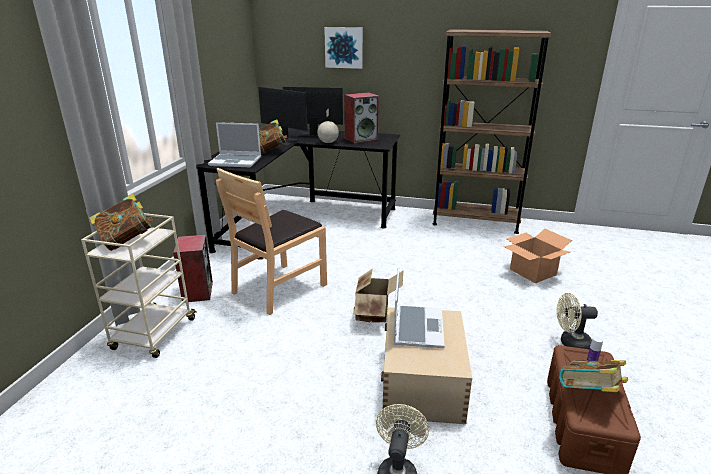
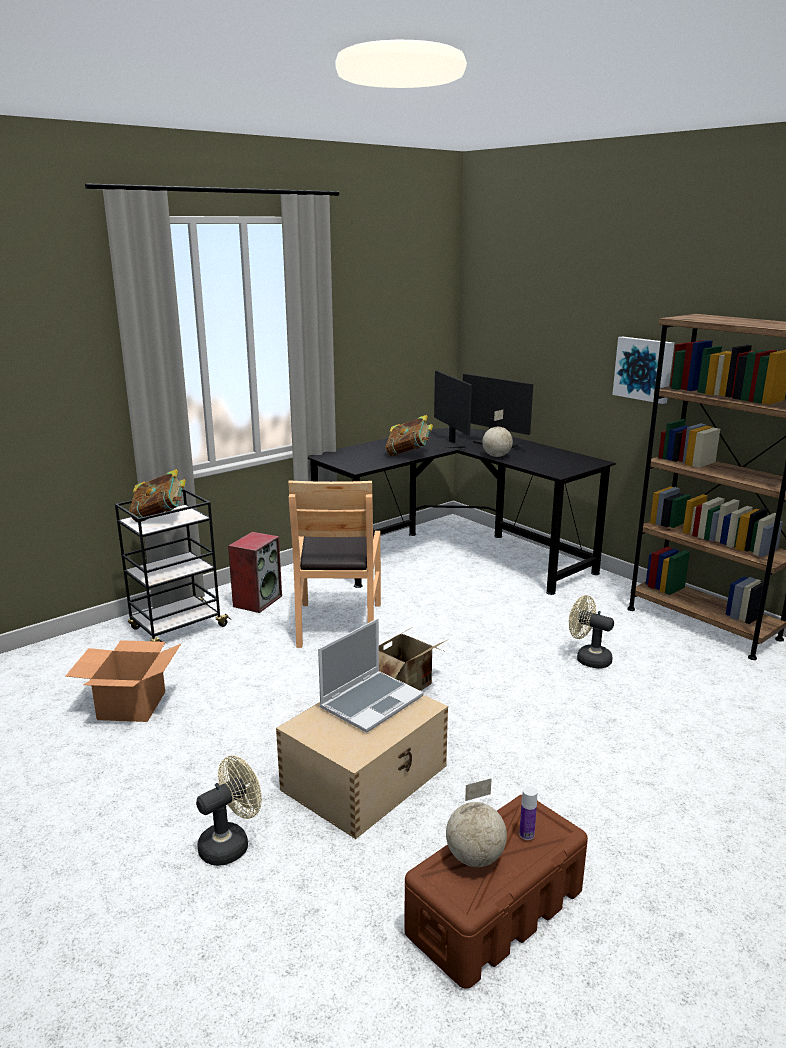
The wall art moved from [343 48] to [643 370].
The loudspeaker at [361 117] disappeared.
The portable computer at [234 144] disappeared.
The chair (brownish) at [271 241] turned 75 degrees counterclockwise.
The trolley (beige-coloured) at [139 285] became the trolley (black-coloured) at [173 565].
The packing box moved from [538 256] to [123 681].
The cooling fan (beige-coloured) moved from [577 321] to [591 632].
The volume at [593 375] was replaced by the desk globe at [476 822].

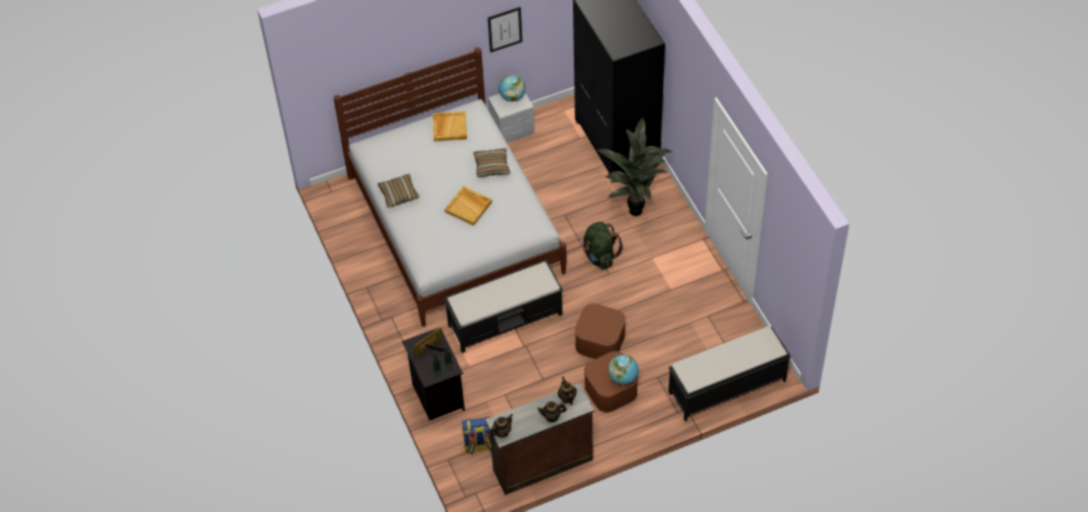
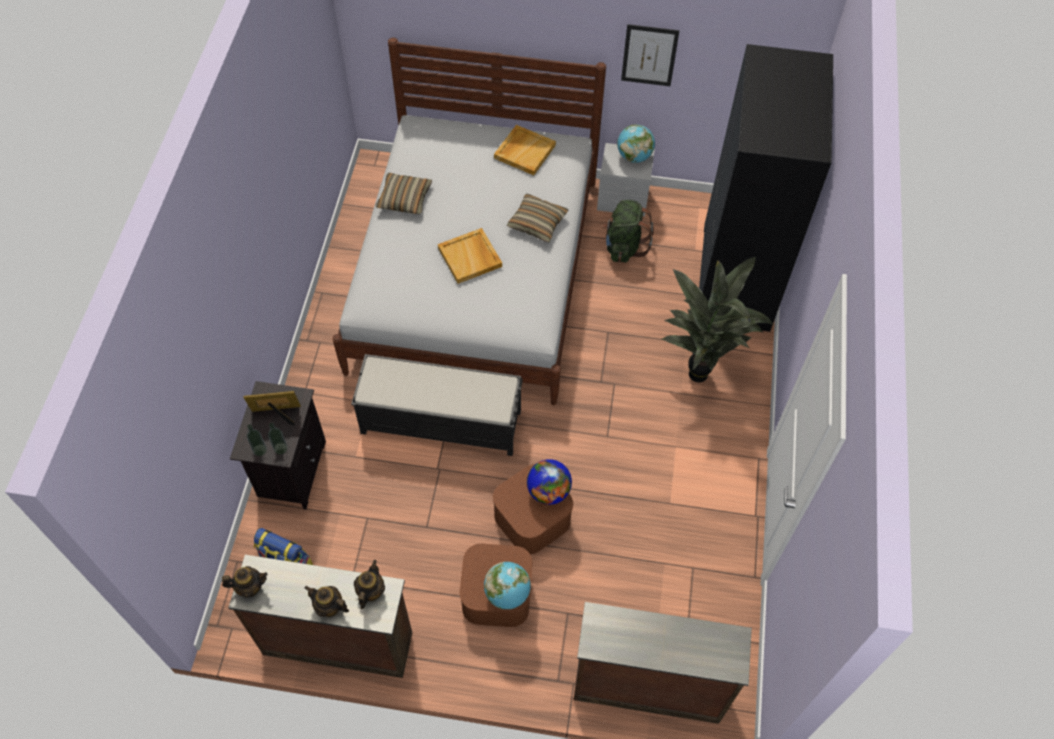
The knapsack (green-coloured) moved from [603 246] to [628 231].
The indoor bench (black-coloured) at [729 374] was replaced by the chest of drawers (brownish) at [663 663].
The desk globe at [549 482] appeared.

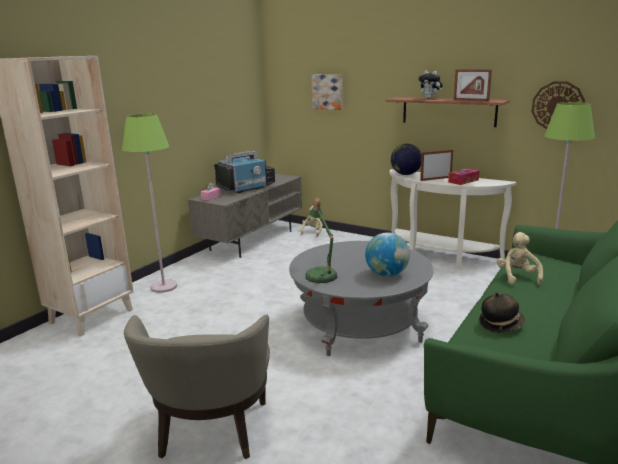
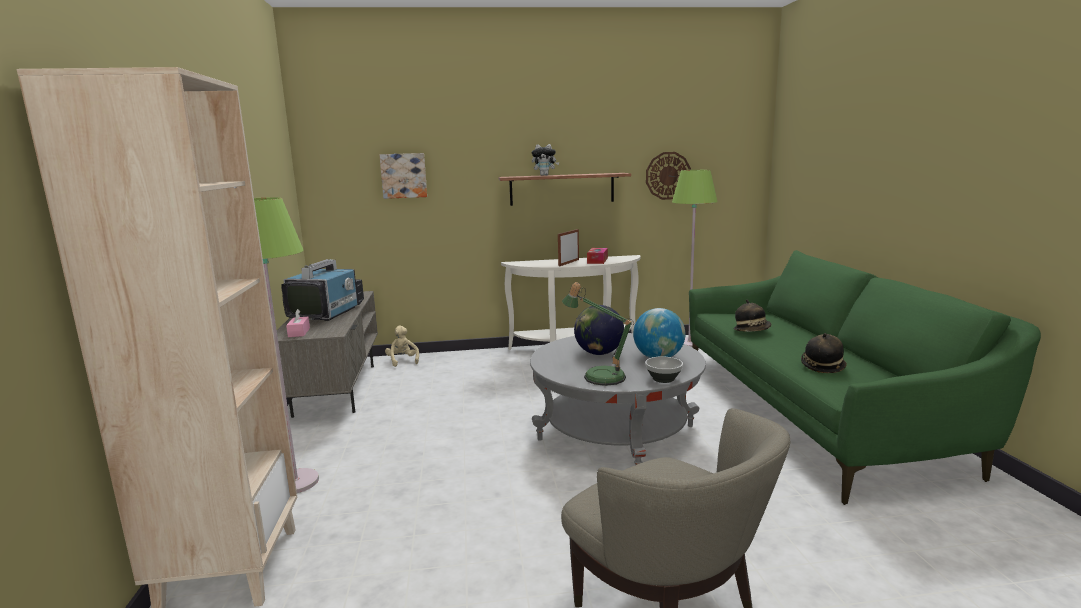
The photo frame at [473 85] disappeared.
The desk globe moved from [406 159] to [599 330].
The cuddly toy (beige-coloured) at [520 258] was replaced by the clothing hat at [752 315].
The bowl at [664 369] appeared.

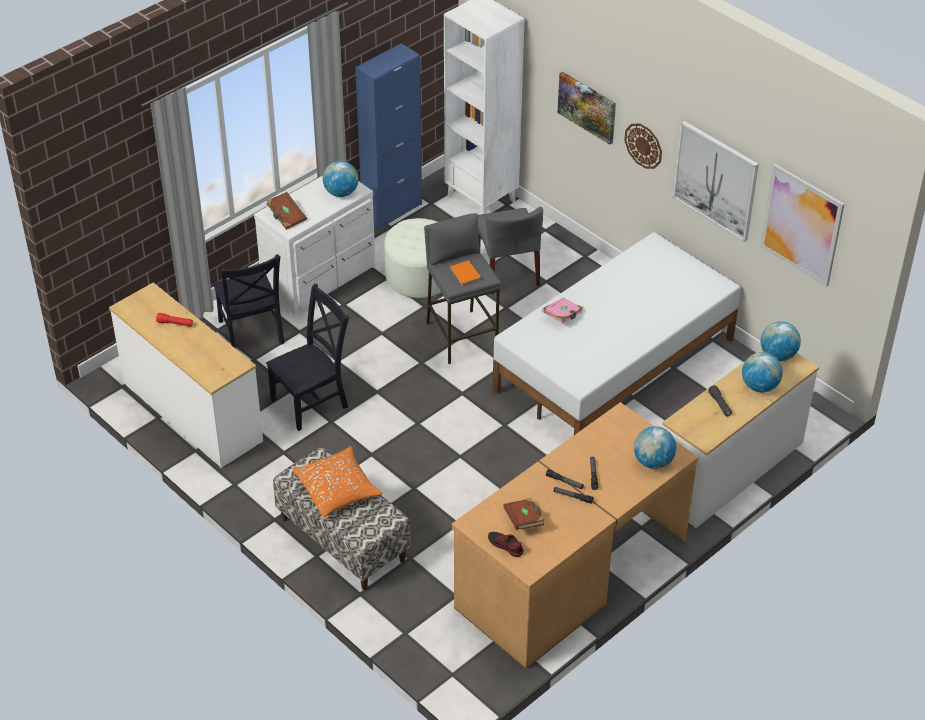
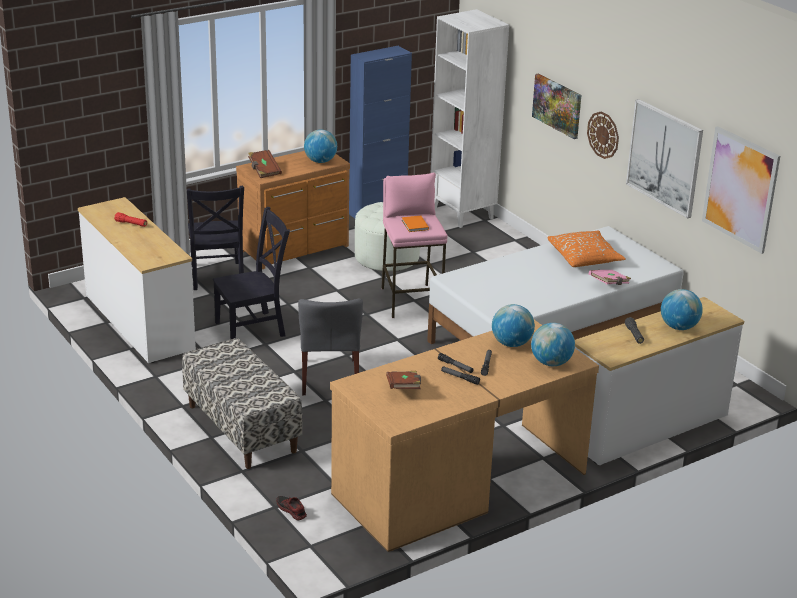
The chest of drawers (white-coloured) at [315 245] became the chest of drawers (brownish) at [293 210].
The chair (gray) moved from [510 250] to [330 346].
The stool (gray) at [462 288] became the stool (pinkish) at [414 245].
The volume (pinkish) moved from [563 310] to [610 277].
The desk globe moved from [781 341] to [513 325].
The pillow (orange) moved from [338 481] to [586 249].
The low shoe moved from [506 544] to [291 508].

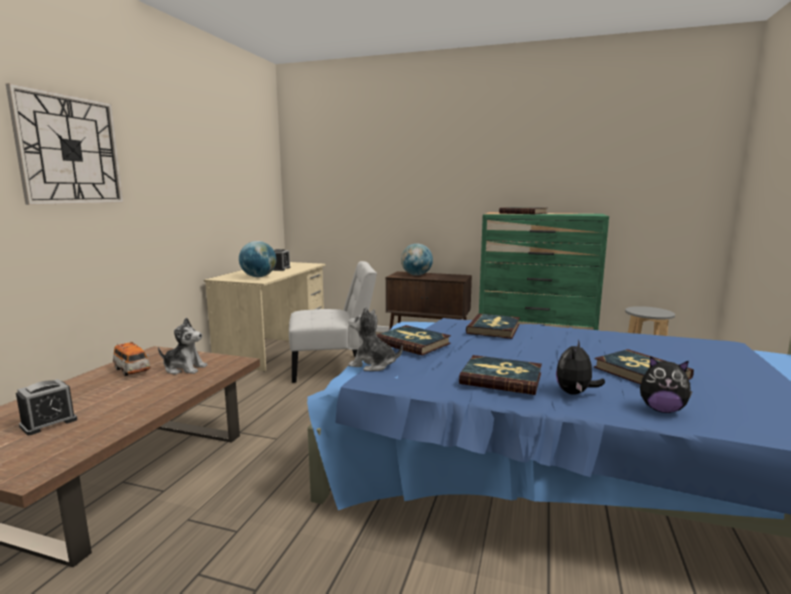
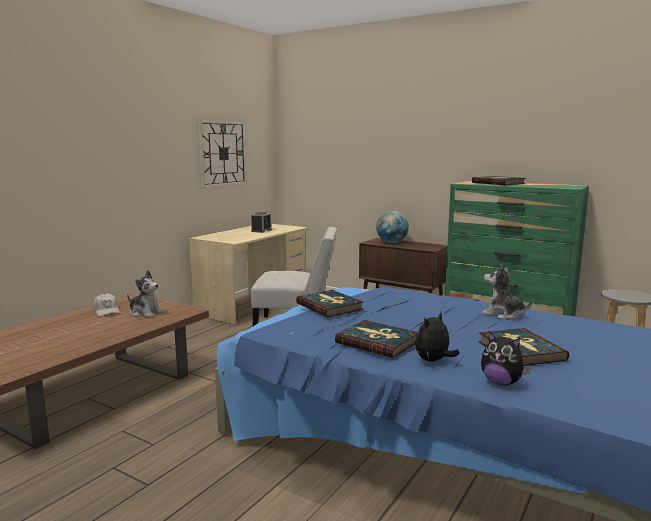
The wall clock moved from [64 144] to [222 154].
The desk globe at [257 259] disappeared.
The cuddly toy moved from [375 338] to [507 292].
The volume at [493 326] disappeared.
The model car at [132 358] was replaced by the cap (white-coloured) at [106 304].
The bedside clock at [46 407] disappeared.

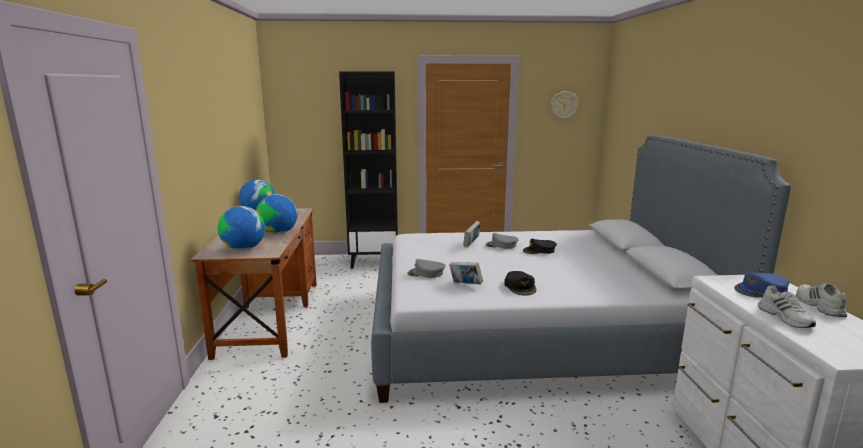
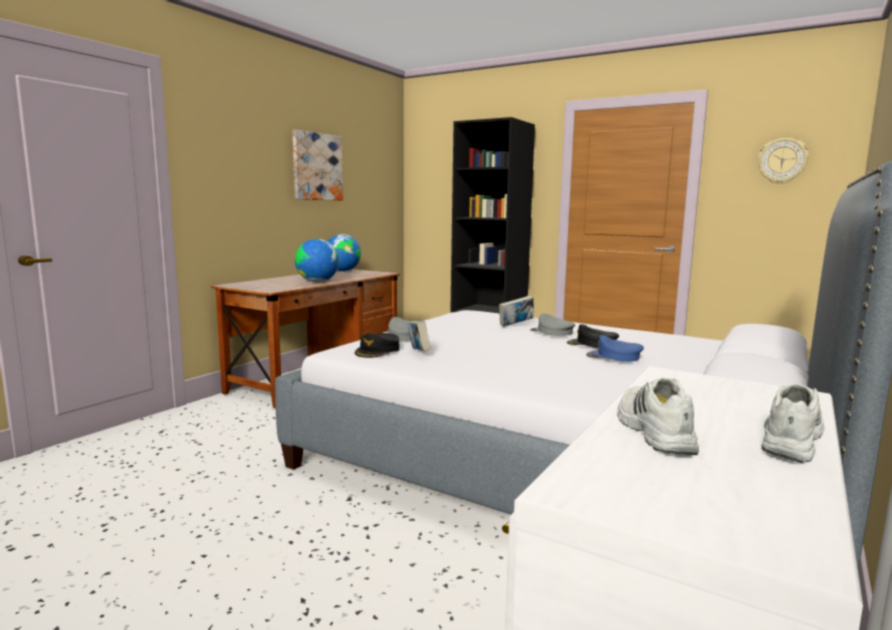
The desk globe at [241 228] disappeared.
The cap (black-coloured) moved from [520 283] to [377 345].
The cap (blue-coloured) moved from [761 285] to [615 348].
The low shoe (white-coloured) at [787 307] turned 150 degrees clockwise.
The wall art at [318 165] appeared.

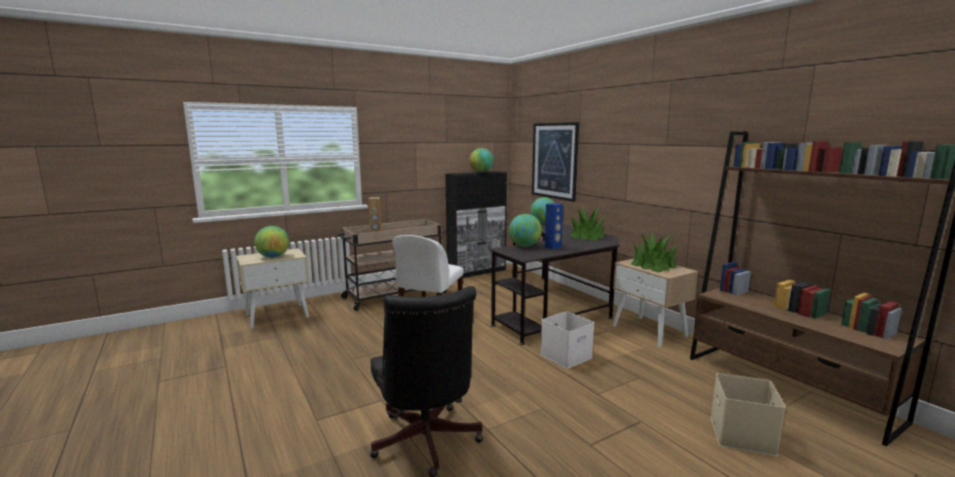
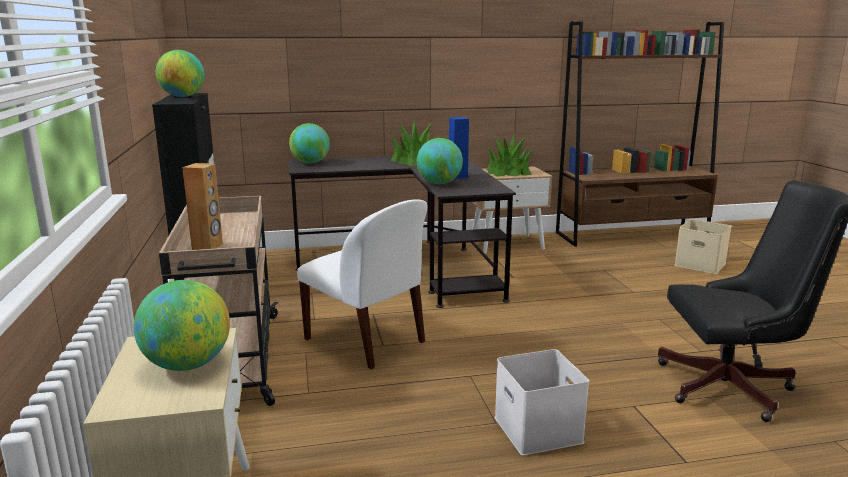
The wall art at [555 162] disappeared.
The storage box (white-coloured) moved from [567 340] to [541 402].

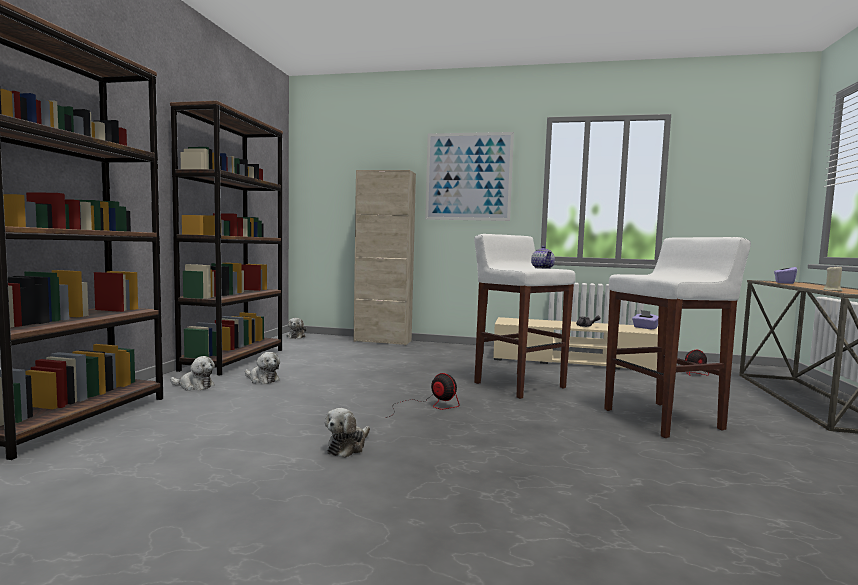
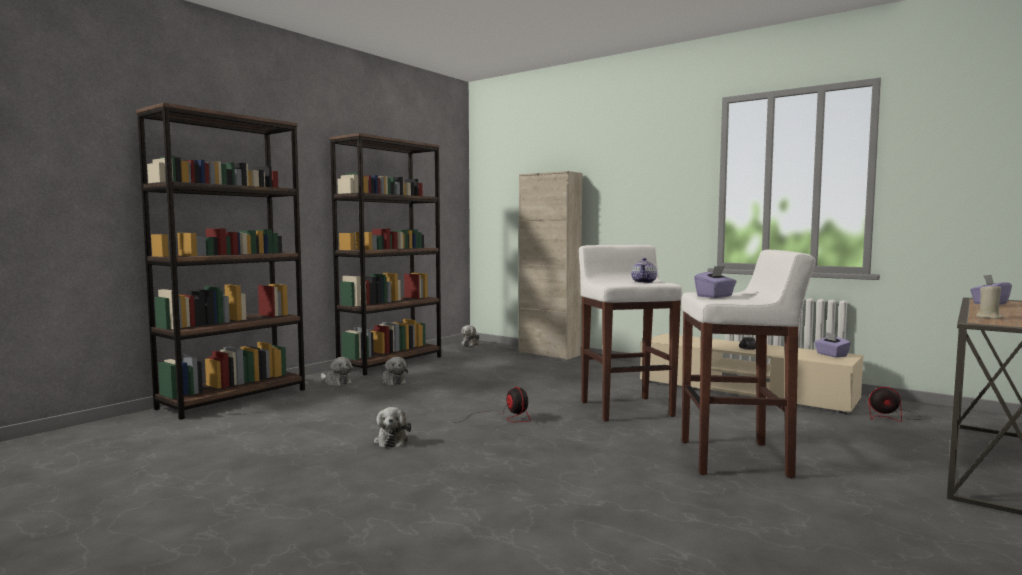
The wall art at [469 176] disappeared.
The cuddly toy at [347 433] turned 60 degrees counterclockwise.
The tissue holder (purplish) at [715 282] appeared.

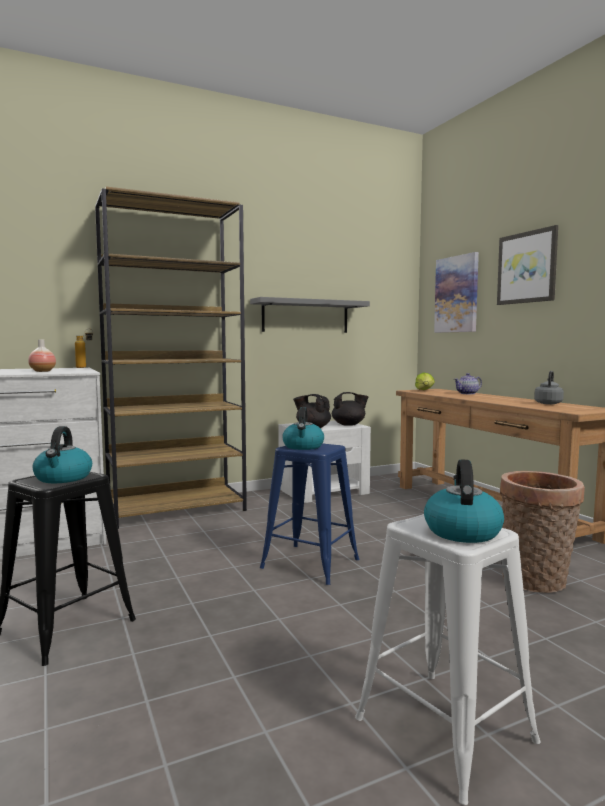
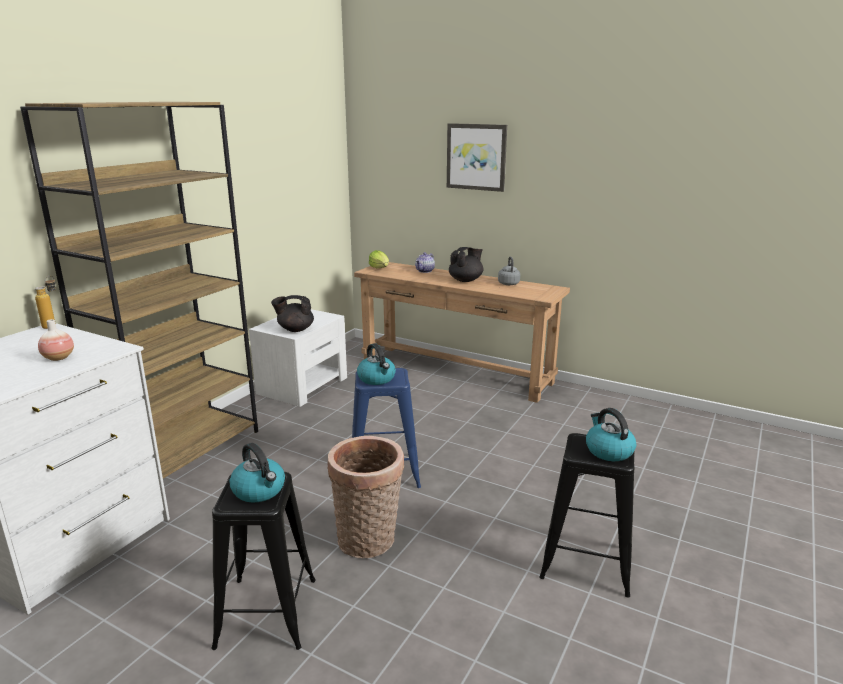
The wall art at [456 292] disappeared.
The bracket shelf (gray) at [310 315] disappeared.
The tea pot (black-coloured) moved from [350 409] to [466 264].
The household basket moved from [542 532] to [365 497].
The stool (white-coloured) at [448 659] became the stool (black-coloured) at [586 515].

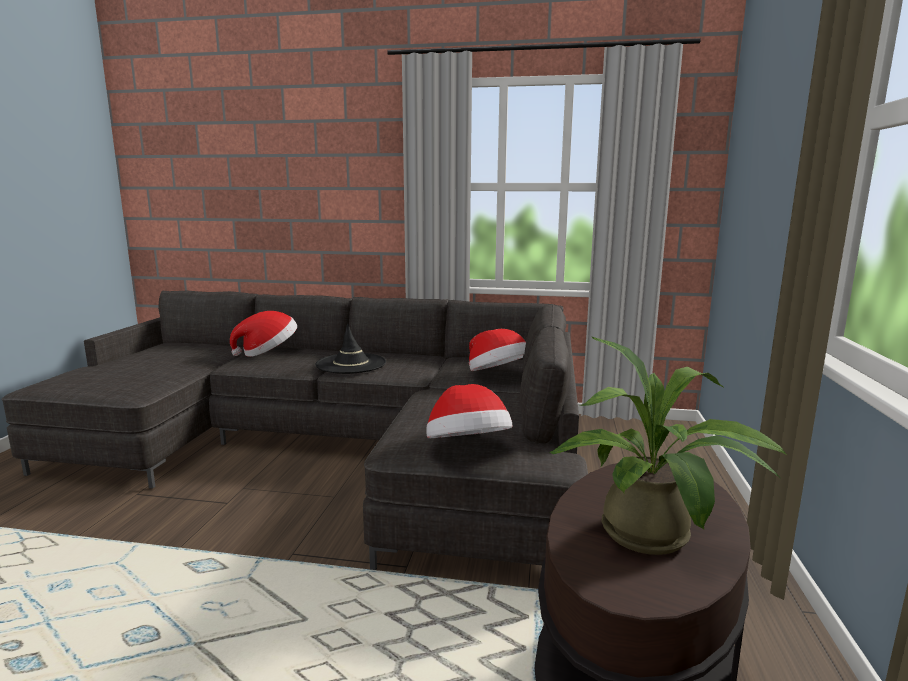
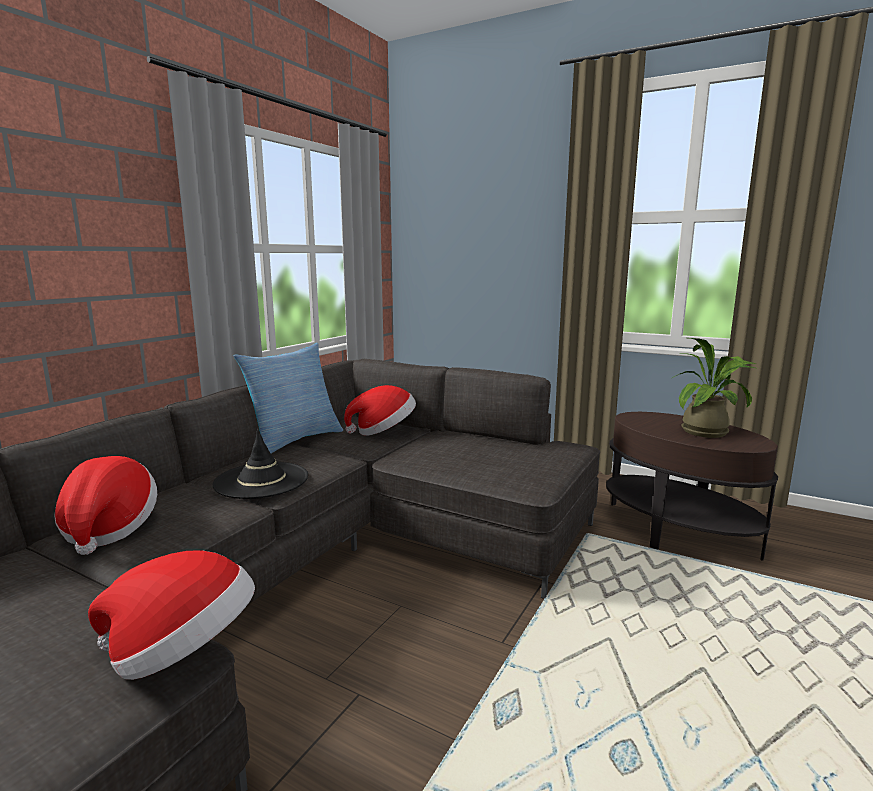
The clothing hat moved from [469 411] to [171 615].
The pillow at [288 398] appeared.

